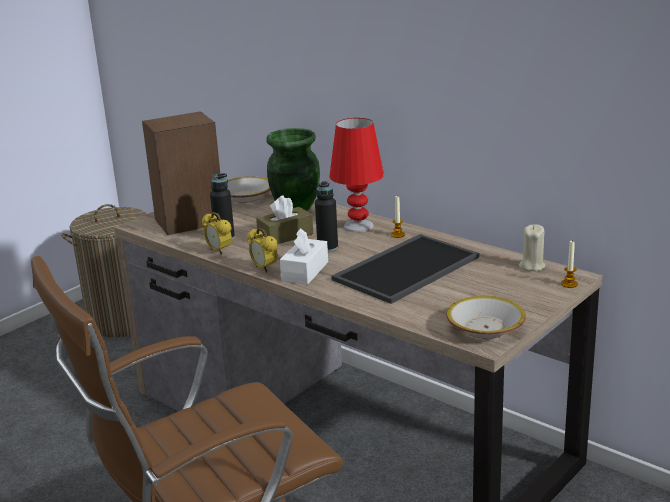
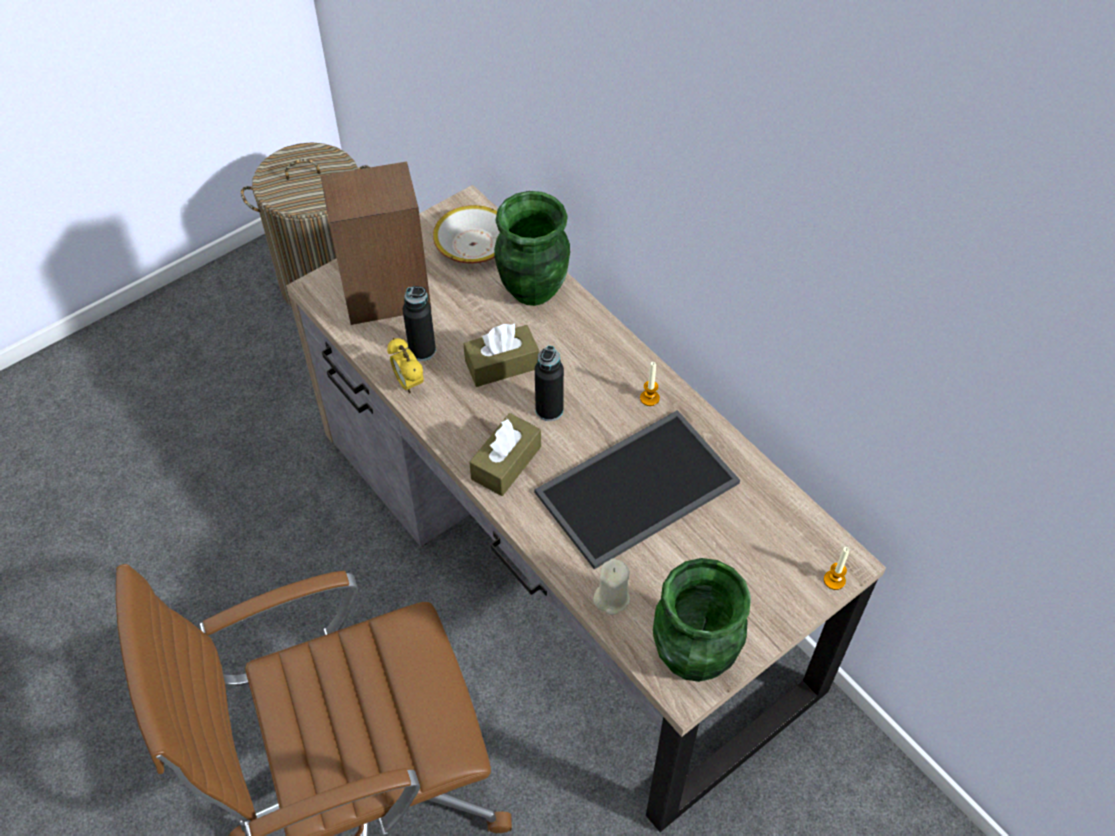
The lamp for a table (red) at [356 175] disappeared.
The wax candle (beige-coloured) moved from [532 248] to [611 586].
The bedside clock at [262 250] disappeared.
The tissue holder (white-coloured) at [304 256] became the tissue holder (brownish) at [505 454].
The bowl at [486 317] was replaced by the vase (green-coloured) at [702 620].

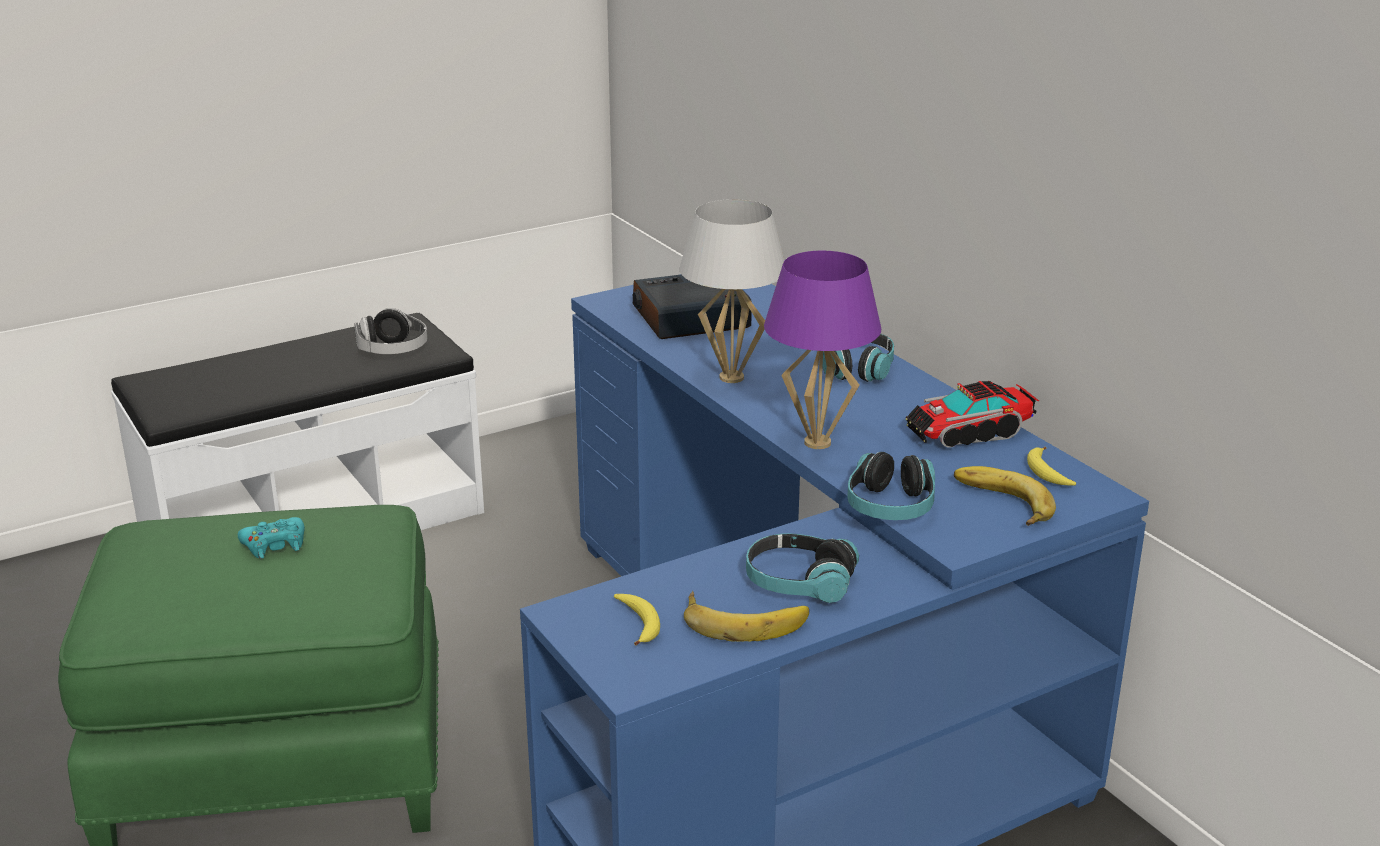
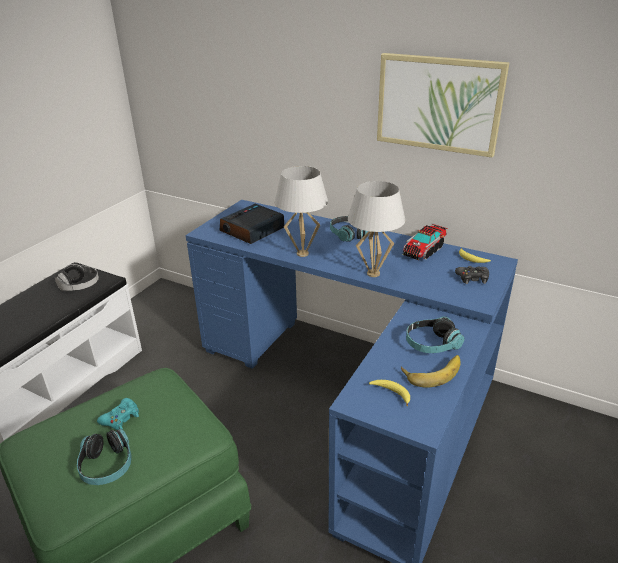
The lamp for a table (purplish) at [822 350] became the lamp for a table (white-coloured) at [376 229].
The headset moved from [891 486] to [104 457].
The banana at [1005 496] was replaced by the game controller (black-coloured) at [472 275].
The wall art at [443 105] appeared.

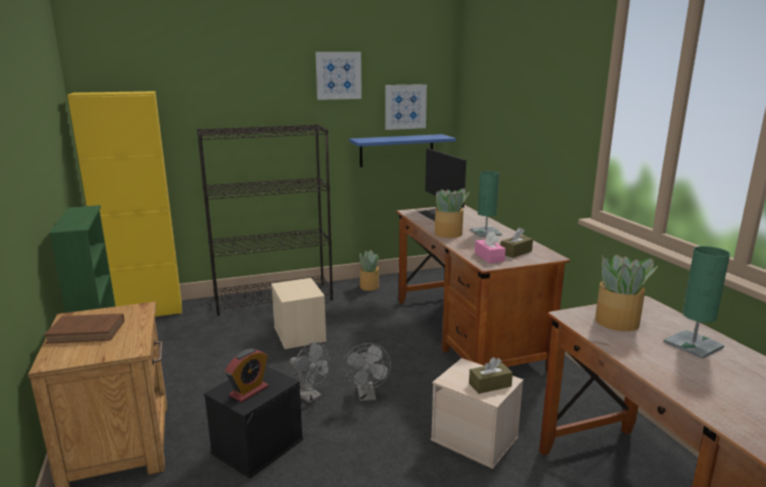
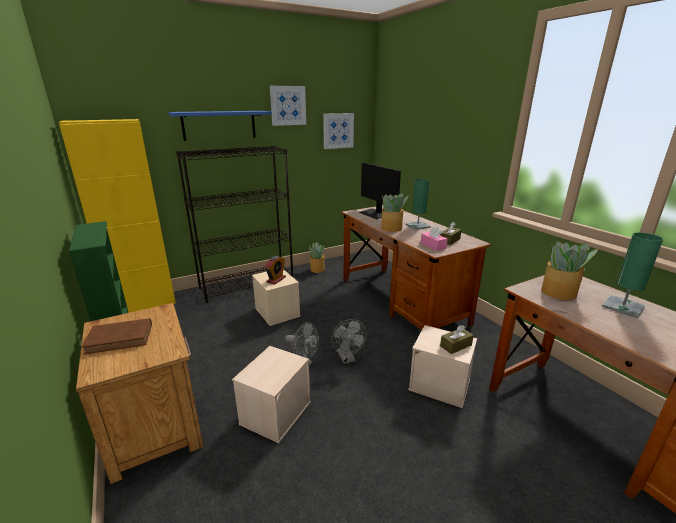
The bracket shelf (blue-coloured) moved from [402 150] to [220 126].
The bedside clock moved from [247 375] to [275 270].
The storage box (black-coloured) at [253 422] became the storage box (beige-coloured) at [271 394].

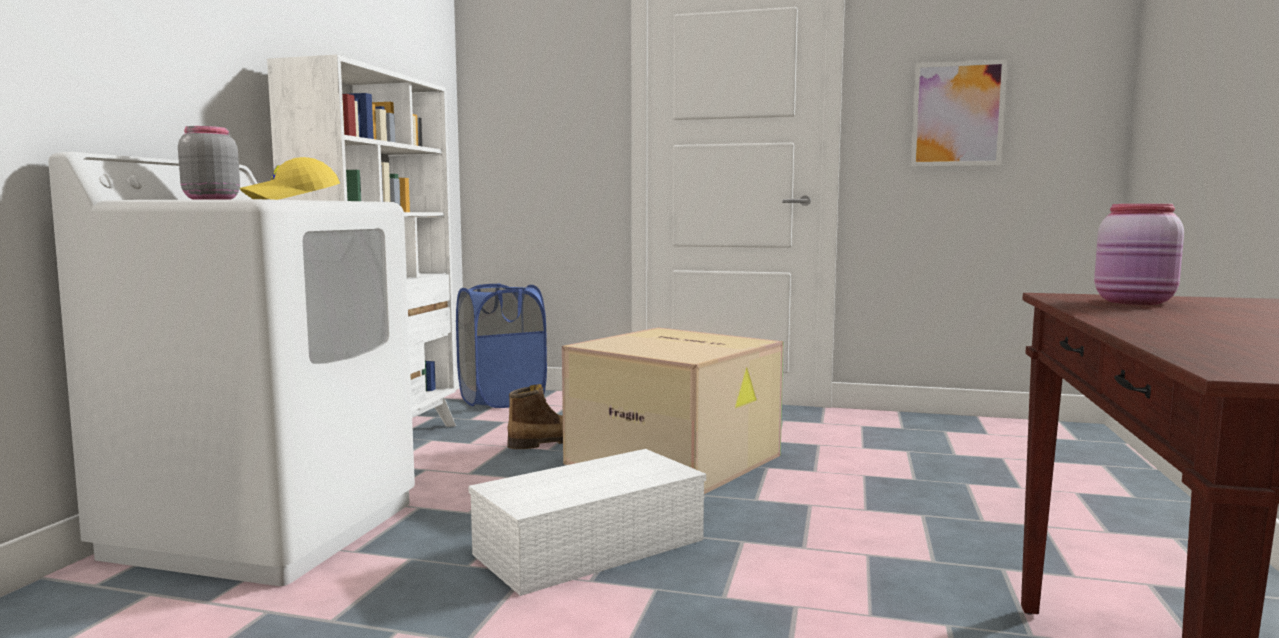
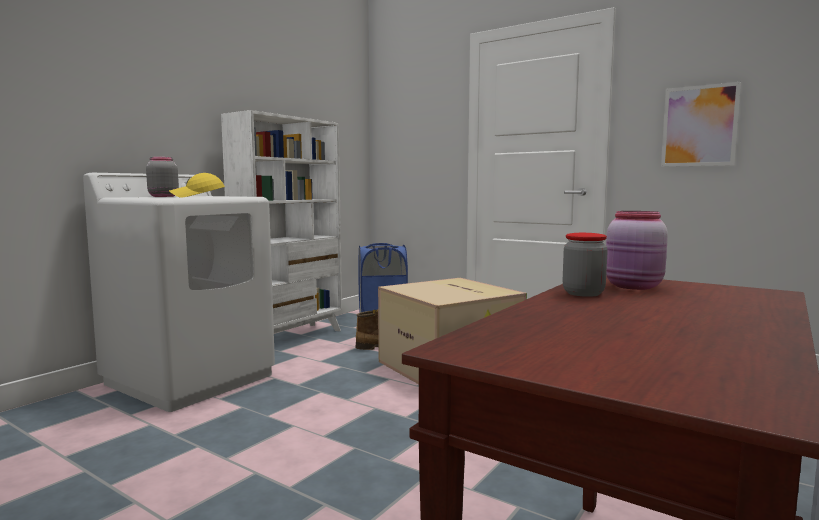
The storage box (white-coloured) at [587 522] disappeared.
The storage jar at [585 265] appeared.

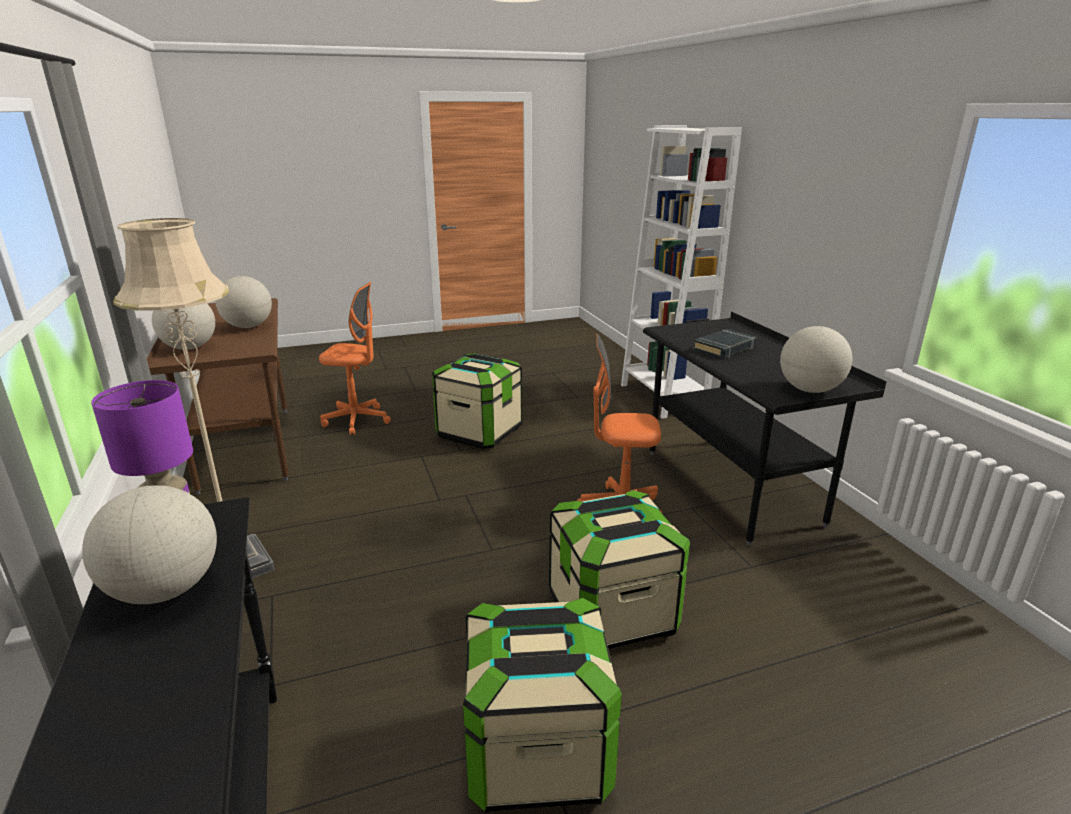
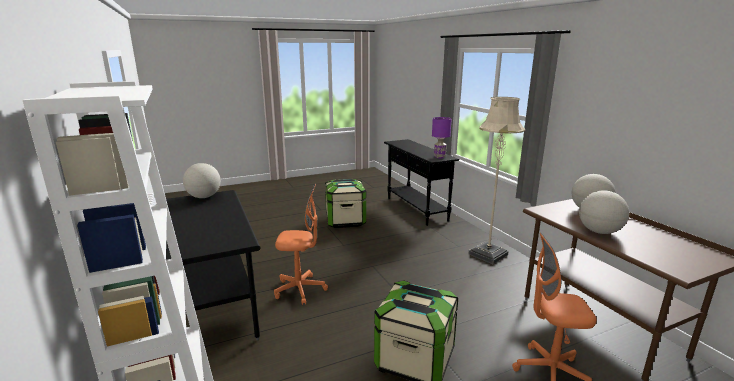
The volume (black-coloured) at [725 344] disappeared.
The desk globe at [149 544] disappeared.
The storage box at [619 569] disappeared.

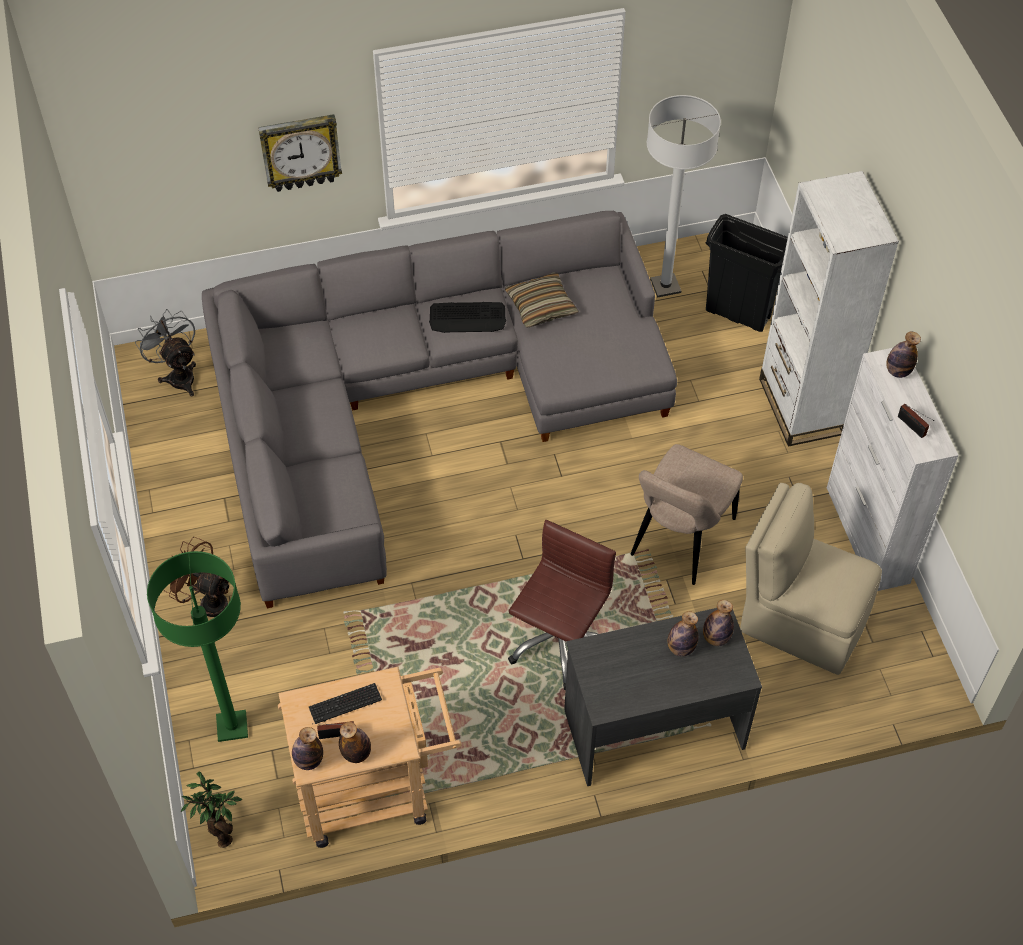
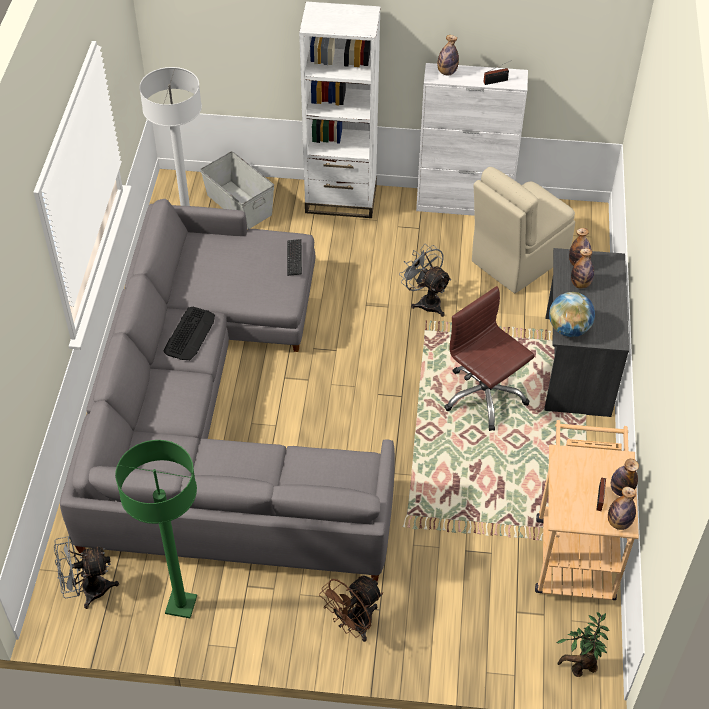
The wall clock at [300 153] disappeared.
The rubbish bin (black-coloured) at [746 273] was replaced by the storage box (gray) at [237 190].
The pillow at [542 300] disappeared.
The chair (beige-coloured) at [687 514] was replaced by the cooling fan (gray) at [425 281].
The standing lamp (green-coloured) moved from [197 646] to [156 529].
The computer keyboard moved from [345 703] to [294 257].
The desk globe at [572 314] appeared.

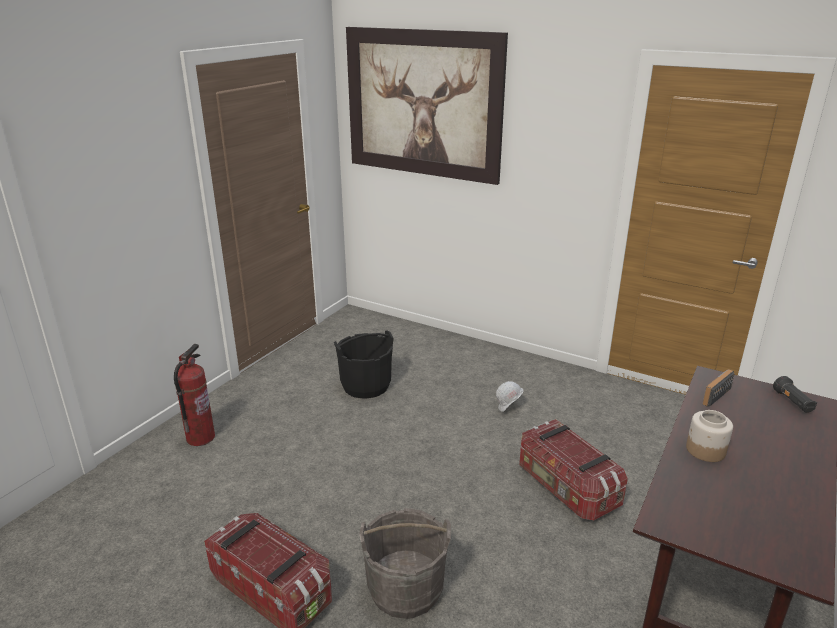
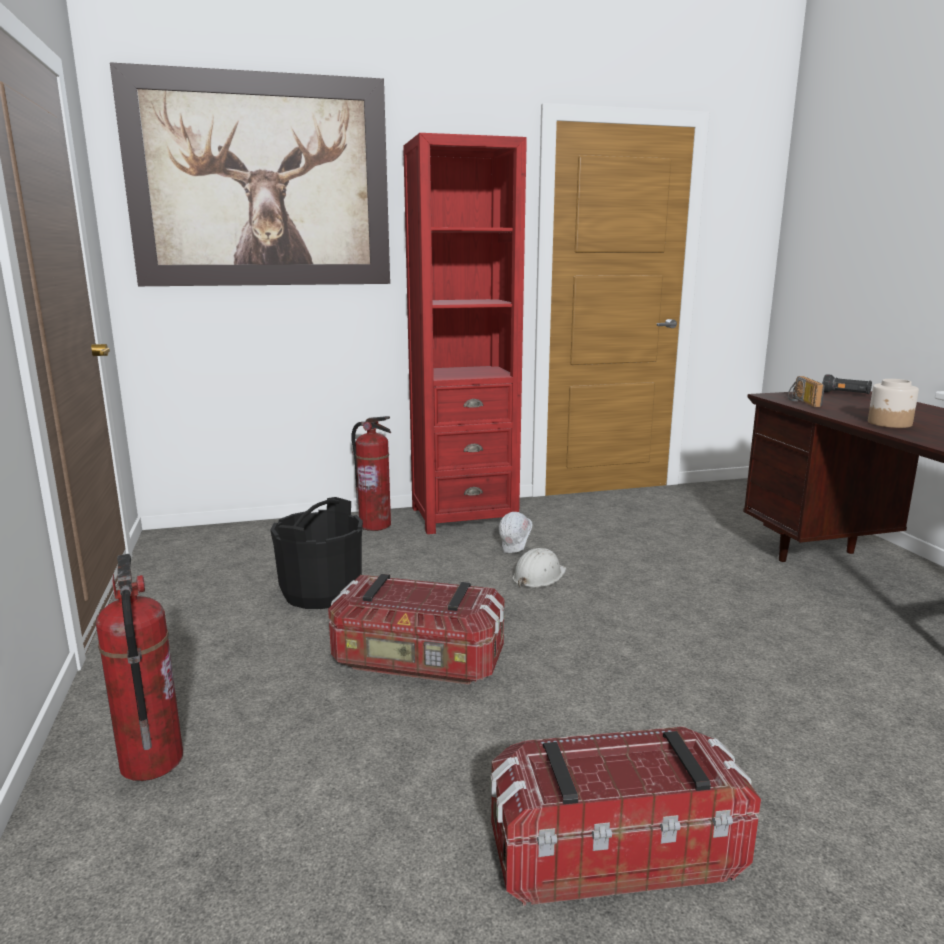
The storage box moved from [573 469] to [416 629].
The bucket (gray) at [405 563] disappeared.
The bookshelf (red) at [465 333] appeared.
The extinguisher at [371 473] appeared.
The hard hat (white-coloured) at [539 567] appeared.

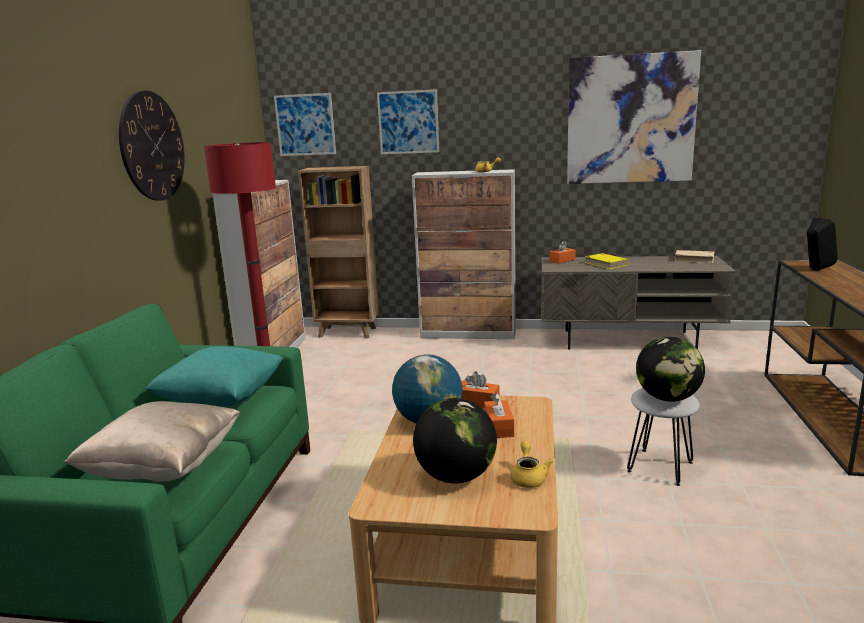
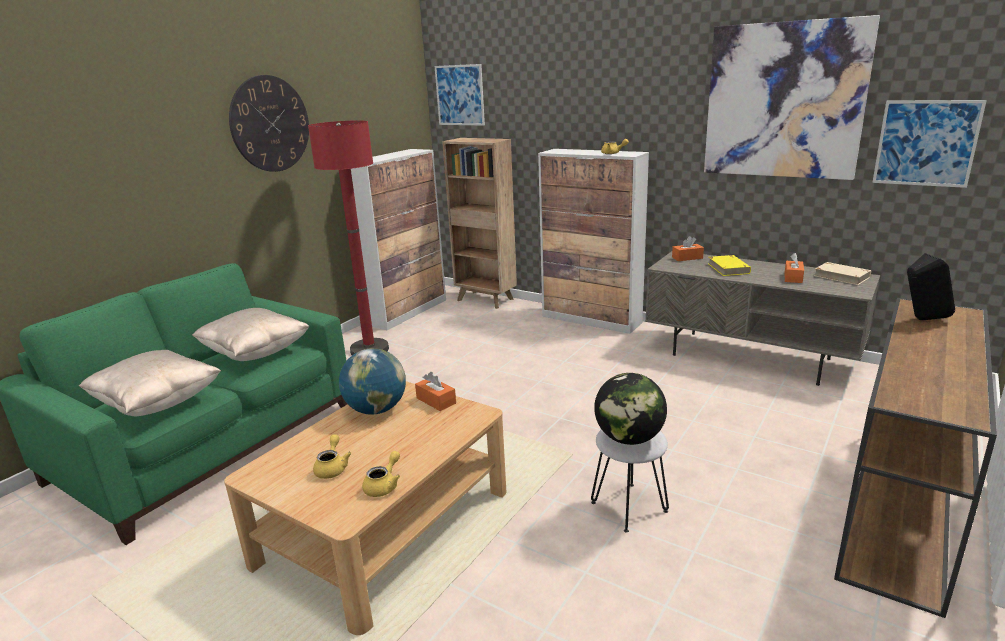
The wall art moved from [408 121] to [929 144].
The pillow (turquoise-coloured) at [214 376] became the pillow (beige-coloured) at [251 334].
The tissue holder (orange) moved from [499 415] to [794 268].
The desk globe at [455 440] was replaced by the tea pot (yellow-coloured) at [332 456].

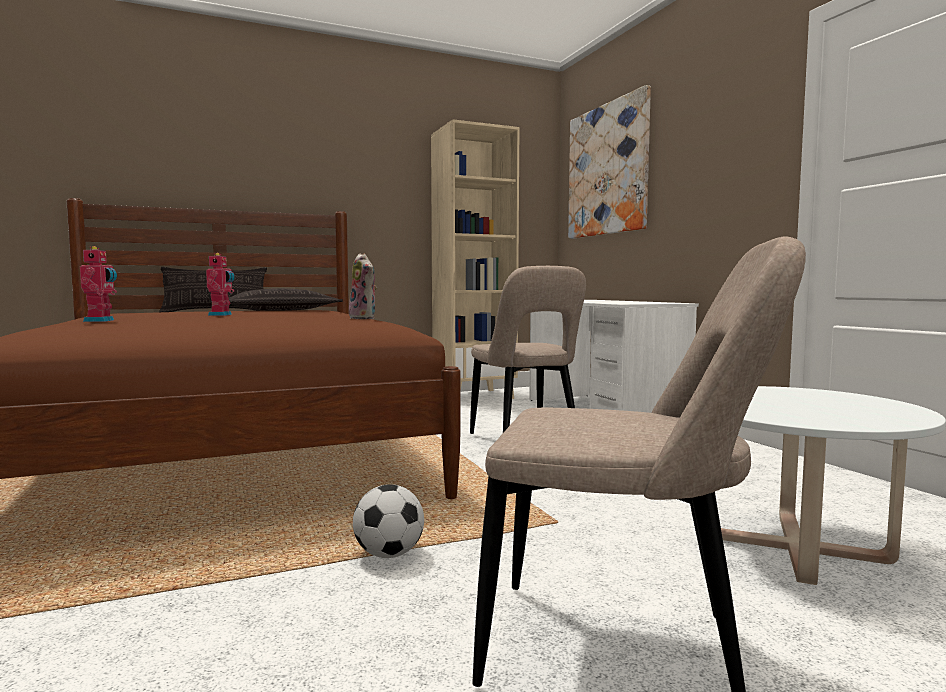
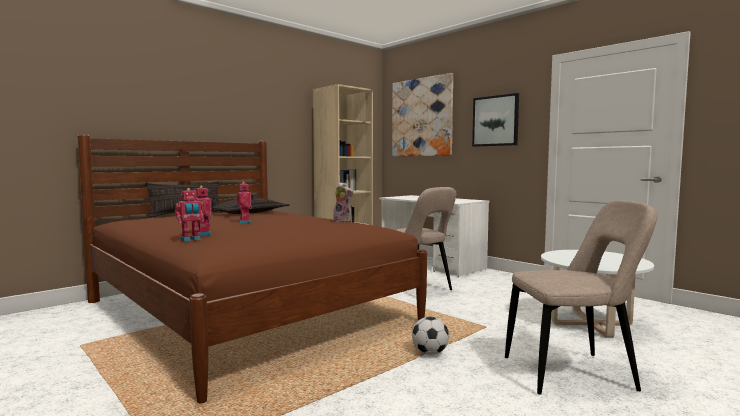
The wall art at [495 120] appeared.
The toy robot at [189 214] appeared.

